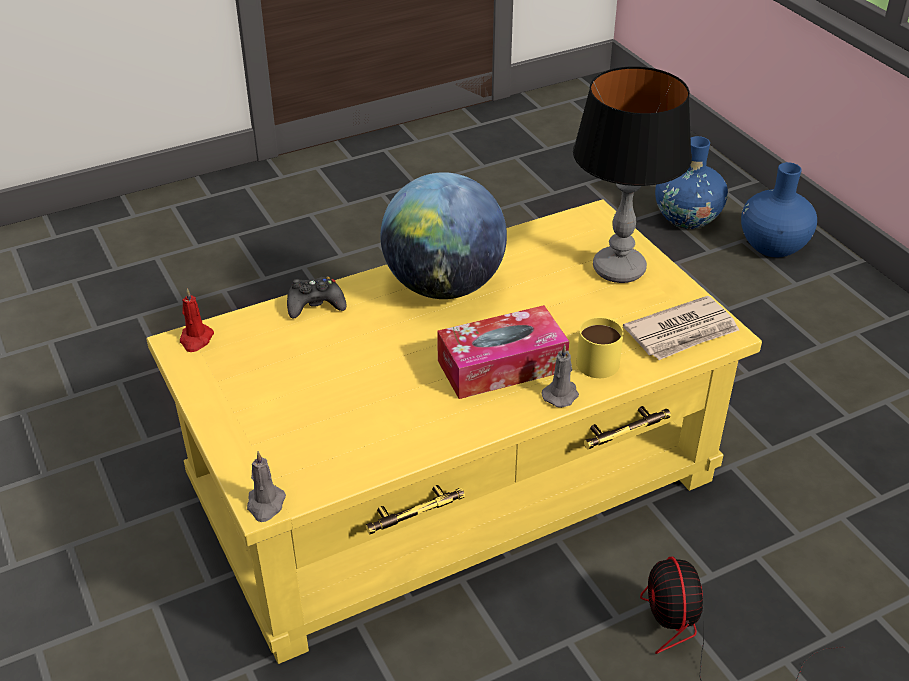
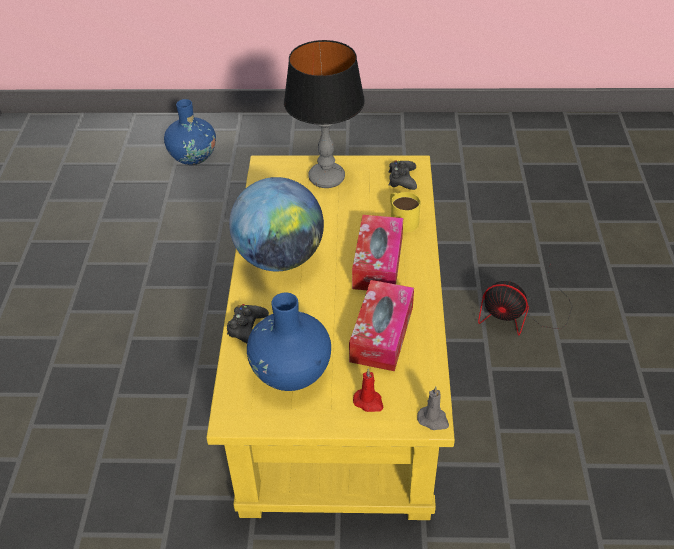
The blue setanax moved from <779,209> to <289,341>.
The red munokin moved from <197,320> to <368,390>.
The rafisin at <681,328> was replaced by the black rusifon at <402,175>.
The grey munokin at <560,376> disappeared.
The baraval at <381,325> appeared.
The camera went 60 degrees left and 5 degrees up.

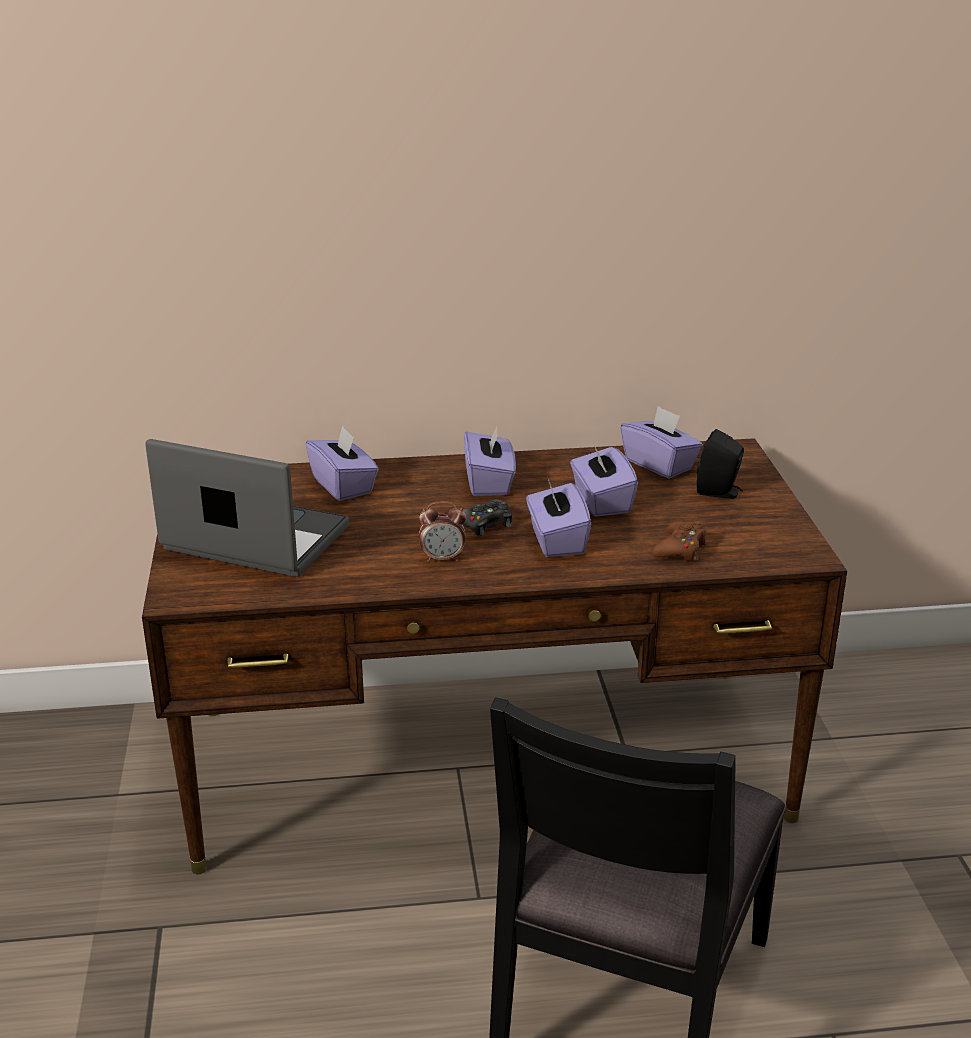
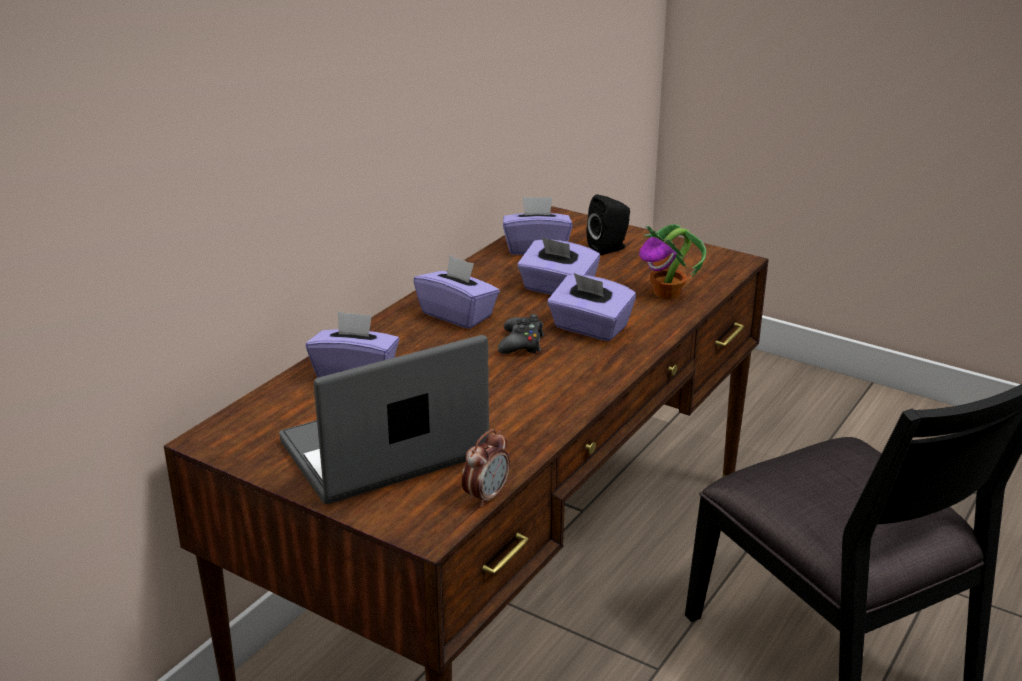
The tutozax moved from <442,531> to <485,468>.
The brown rusifon at <679,541> was replaced by the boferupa at <672,261>.
The camera went 50 degrees left and 0 degrees up.

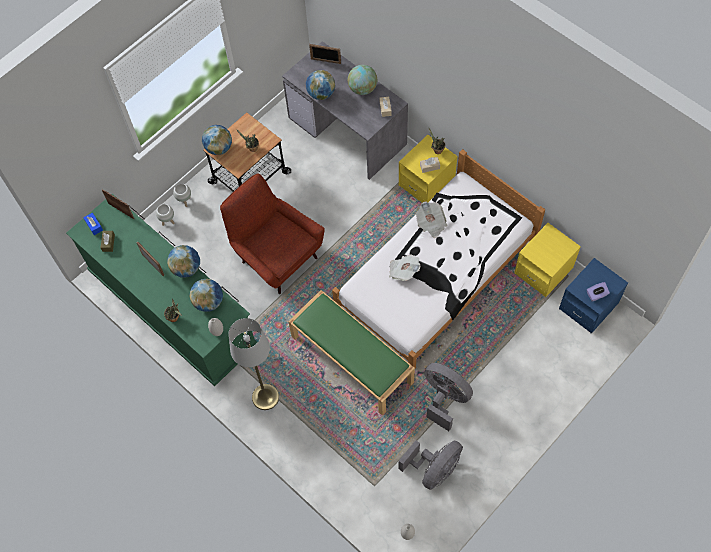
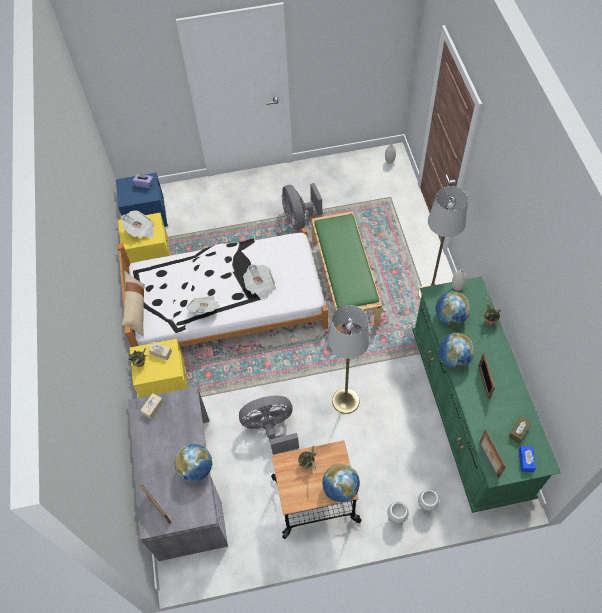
The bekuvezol at <362,80> disappeared.
The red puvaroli at <272,233> was replaced by the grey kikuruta at <349,359>.
The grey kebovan moved from <430,465> to <269,425>.
The rafisin at <137,224> appeared.
The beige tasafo at <133,303> appeared.
The camera went 145 degrees left and 5 degrees down.

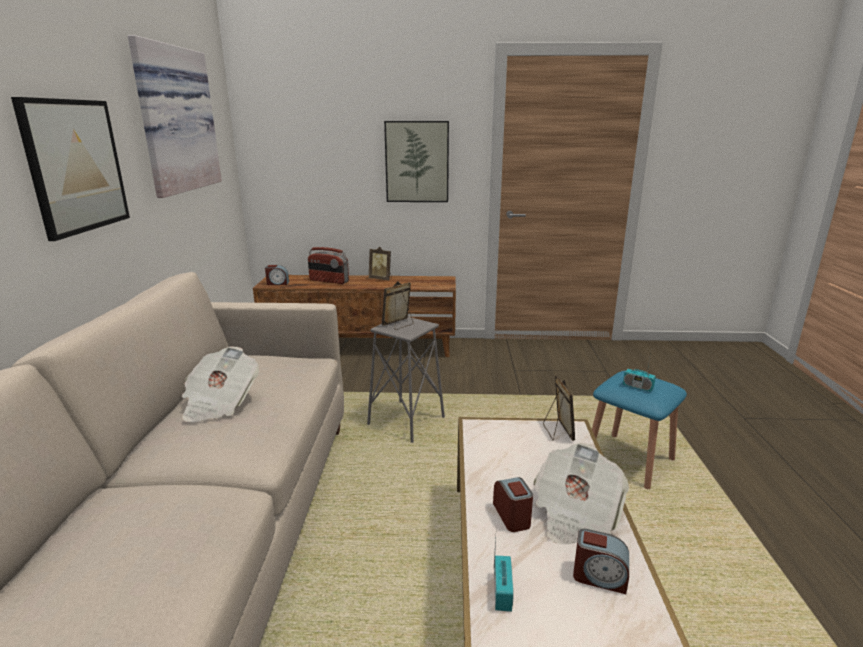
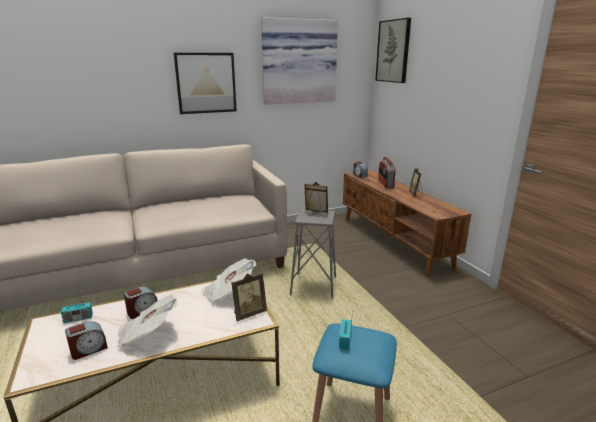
The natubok moved from <416,161> to <393,50>.
The rafisin moved from <220,384> to <228,280>.
The tutozax at <601,561> turned 120 degrees counterclockwise.
The camera went 65 degrees right and 0 degrees up.

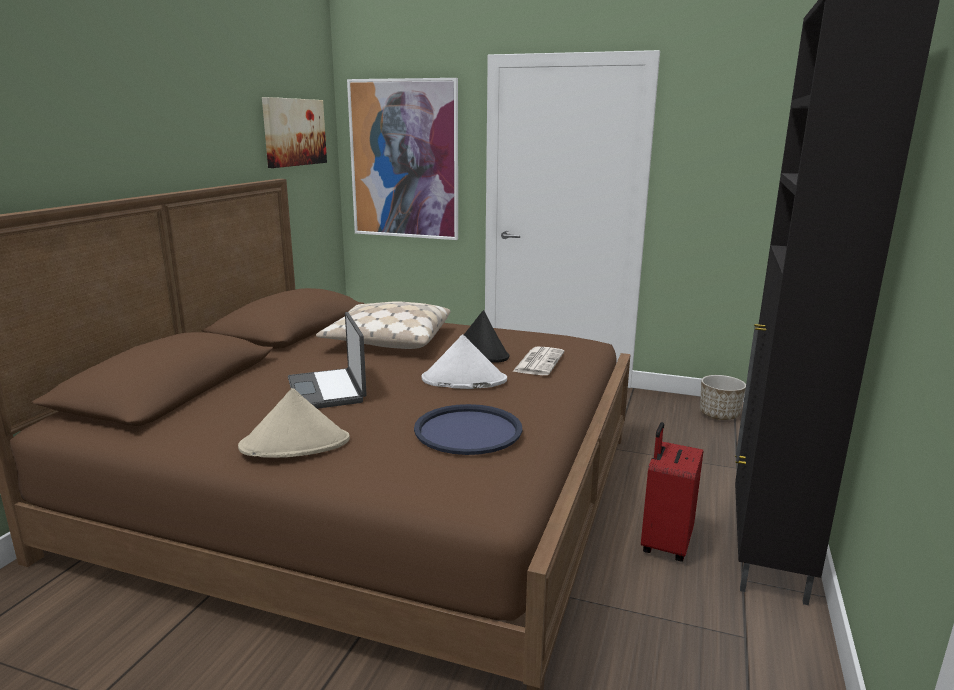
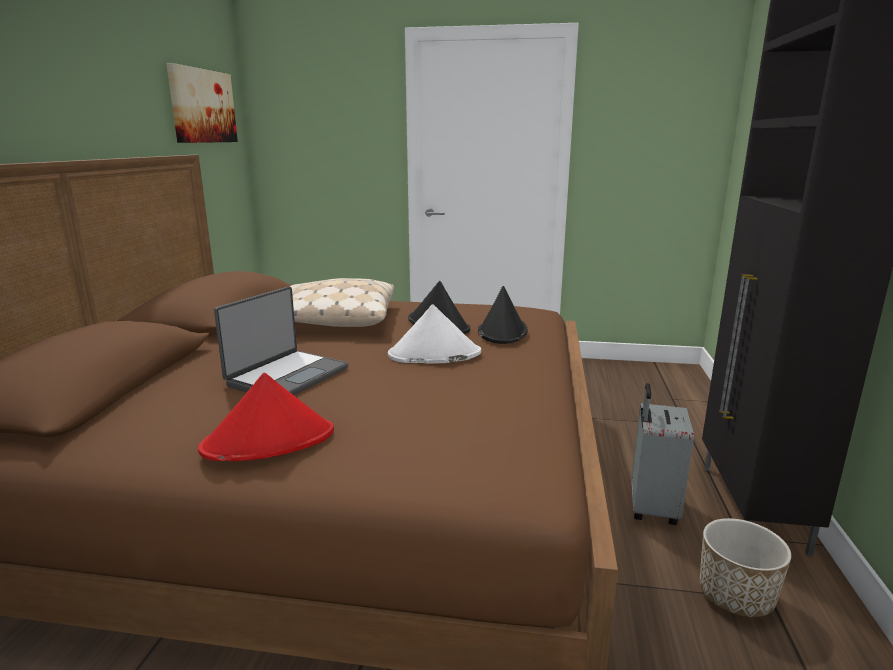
The natubok at <402,159> disappeared.
The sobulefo at <327,360> turned 120 degrees counterclockwise.
The rafisin at <538,361> was replaced by the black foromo at <503,315>.
The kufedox moved from <723,397> to <745,567>.
The beige foromo at <294,423> became the red foromo at <266,417>.
The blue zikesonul at <468,429> disappeared.
The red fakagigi at <672,492> became the grey fakagigi at <663,454>.
The camera went 10 degrees left and 0 degrees up.

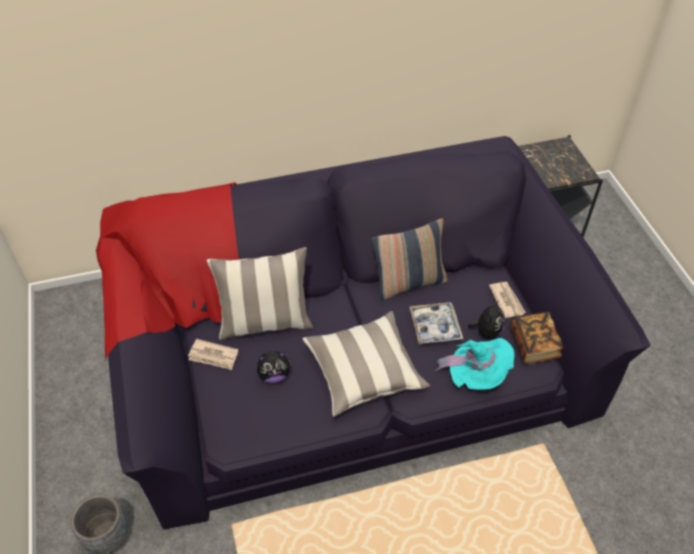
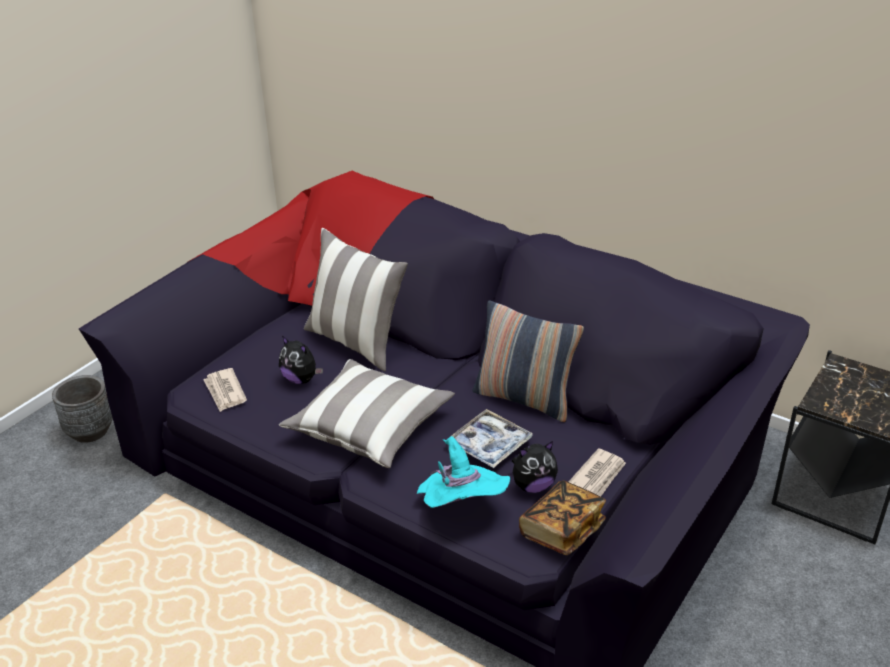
The rafisin moved from <213,354> to <225,390>.
The camera went 50 degrees right and 15 degrees down.

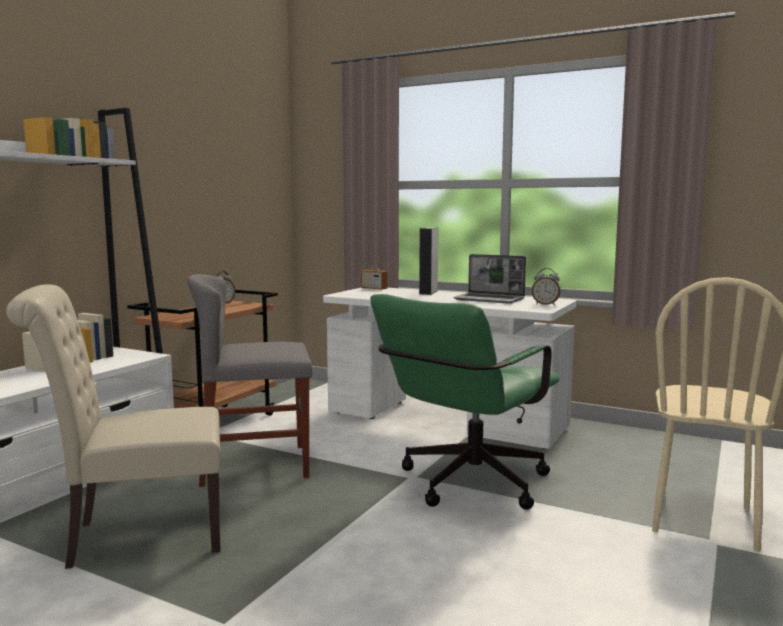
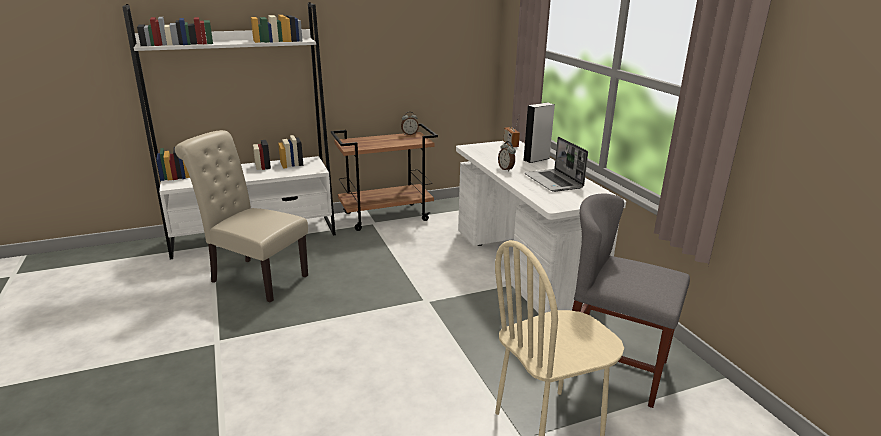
The tutozax moved from <546,286> to <507,156>.
The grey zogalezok moved from <250,380> to <631,300>.
The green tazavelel at <465,402> disappeared.
The camera went 40 degrees right and 15 degrees up.

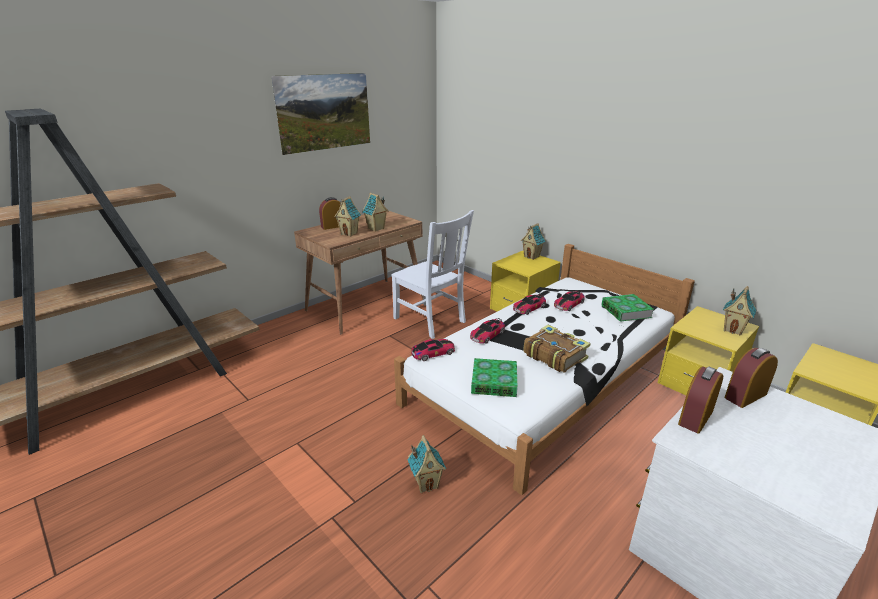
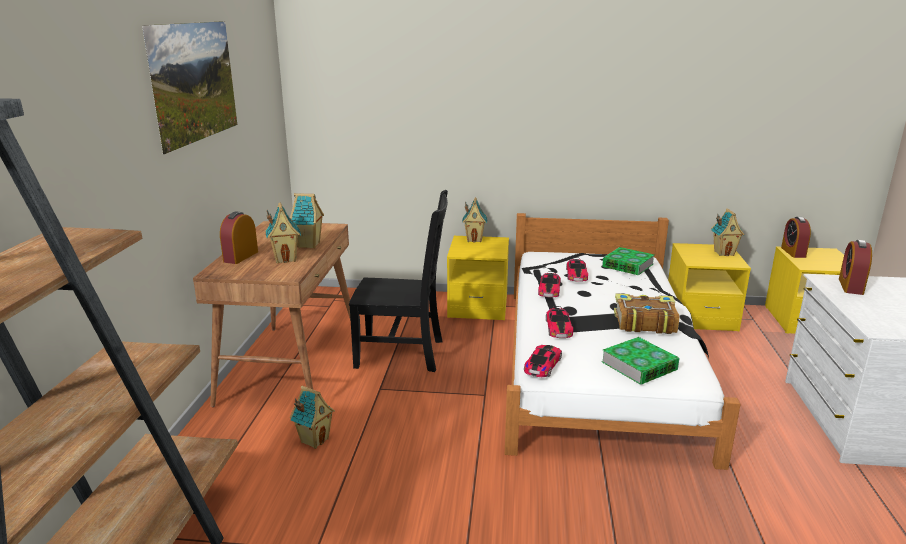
The white zogalezok at <432,274> became the black zogalezok at <398,281>.
The tutozax moved from <700,400> to <796,237>.
The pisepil moved from <426,464> to <312,417>.
The camera went 40 degrees left and 5 degrees down.

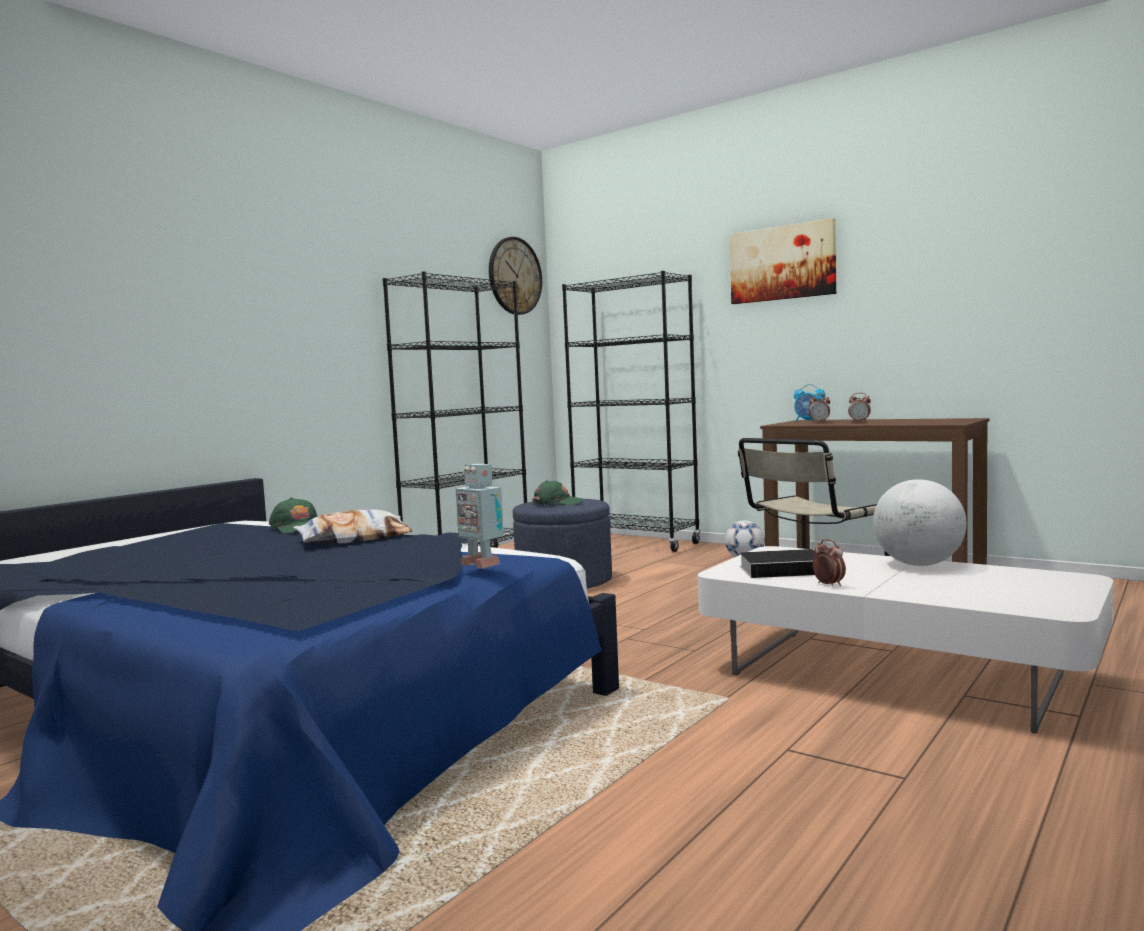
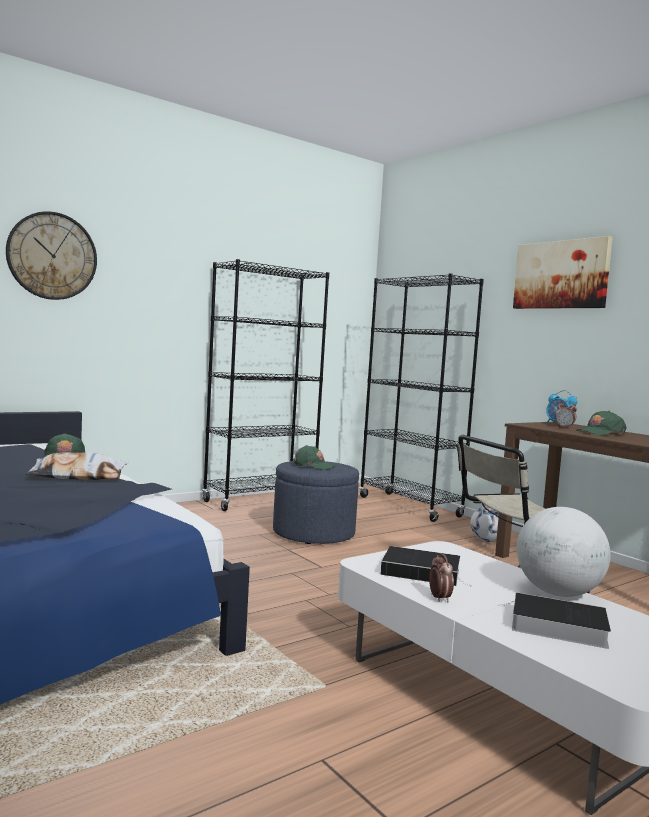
The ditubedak moved from <515,276> to <51,255>.
The tutozax at <859,407> was replaced by the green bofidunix at <601,423>.
The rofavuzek at <480,516> disappeared.
The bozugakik at <554,620> appeared.
The camera went 15 degrees right and 0 degrees up.

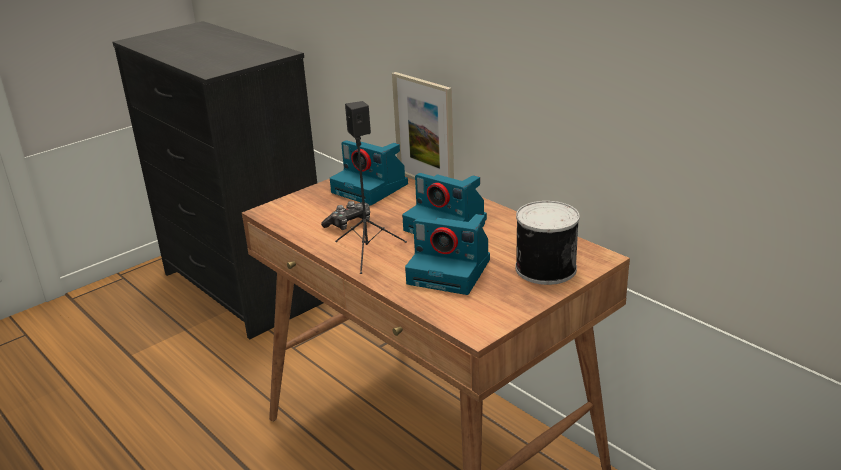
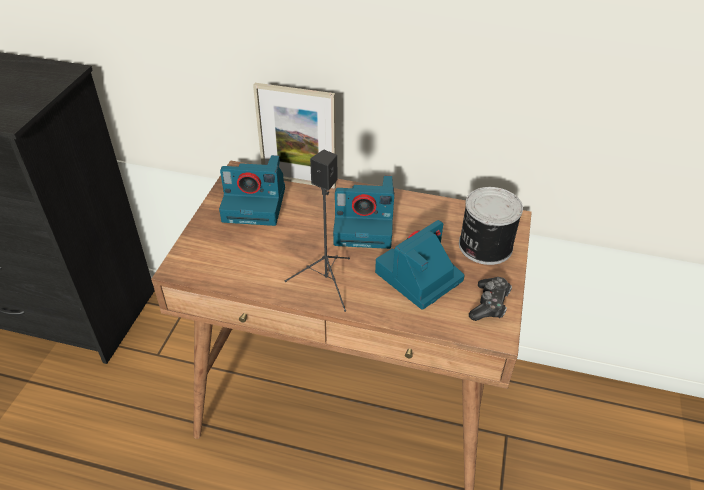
The rusifon moved from <345,215> to <490,299>.
The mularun at <447,254> turned 150 degrees clockwise.
The camera went 35 degrees left and 15 degrees up.

